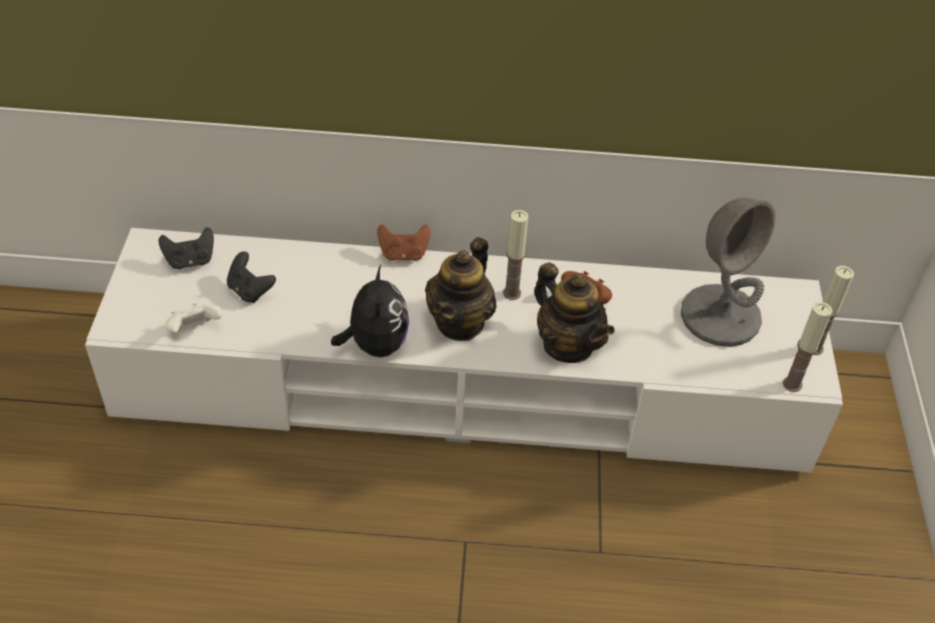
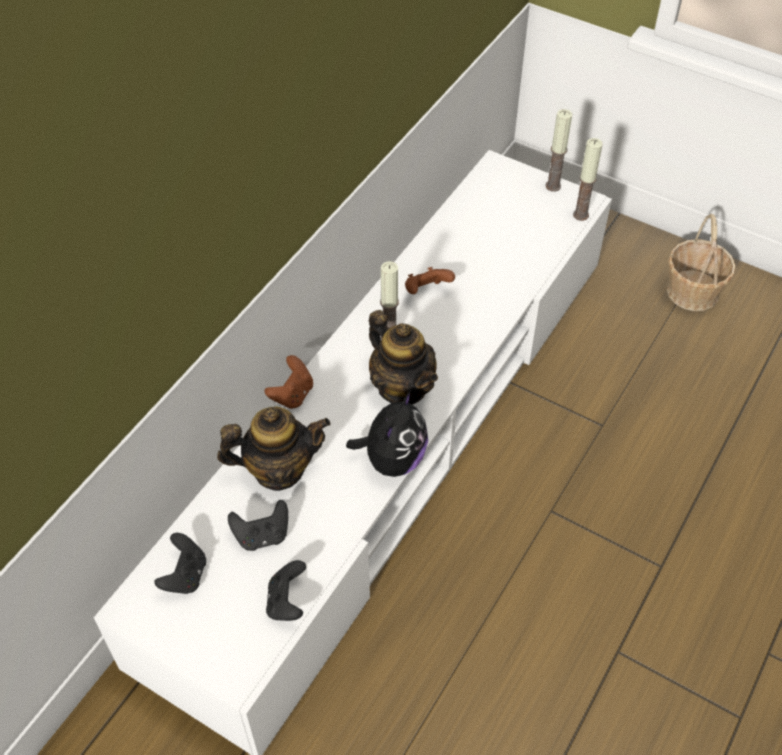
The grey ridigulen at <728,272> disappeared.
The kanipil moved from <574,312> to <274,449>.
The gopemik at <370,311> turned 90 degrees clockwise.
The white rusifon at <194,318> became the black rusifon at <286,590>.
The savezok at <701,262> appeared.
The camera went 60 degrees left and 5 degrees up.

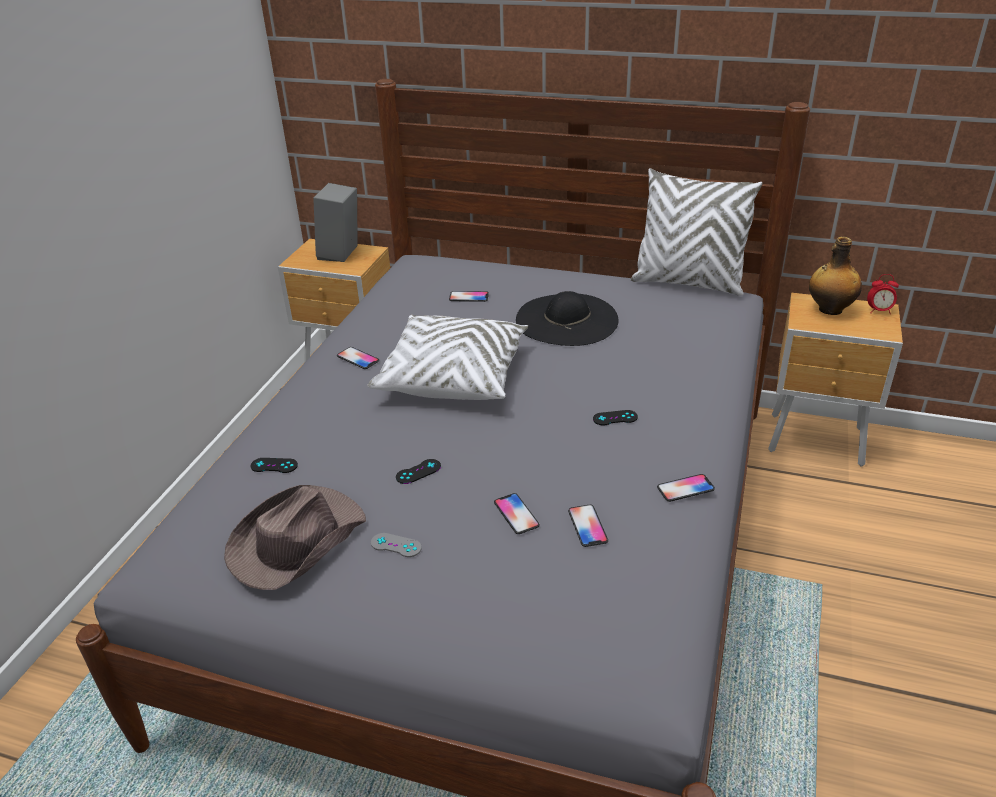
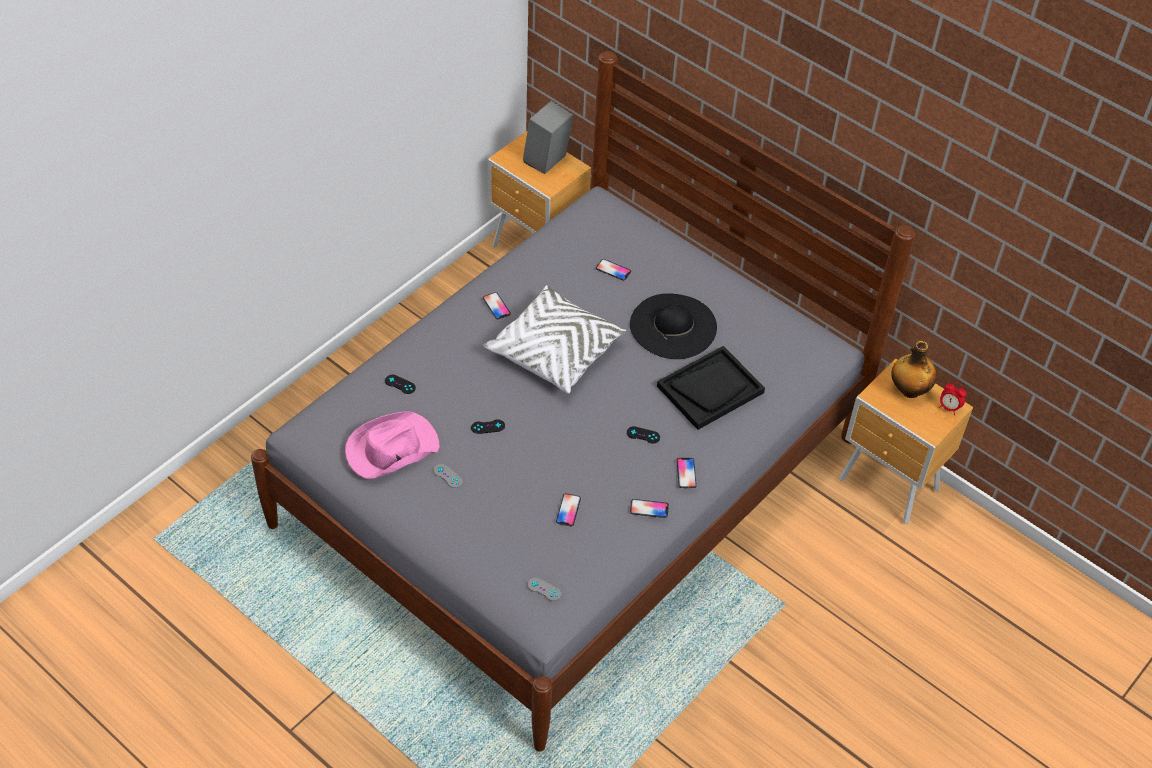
The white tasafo at <697,232> disappeared.
The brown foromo at <295,537> became the pink foromo at <392,445>.
The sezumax moved from <517,513> to <687,473>.
The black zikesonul at <711,388> appeared.
The grey rusifon at <544,589> appeared.
The camera went 20 degrees right and 15 degrees up.

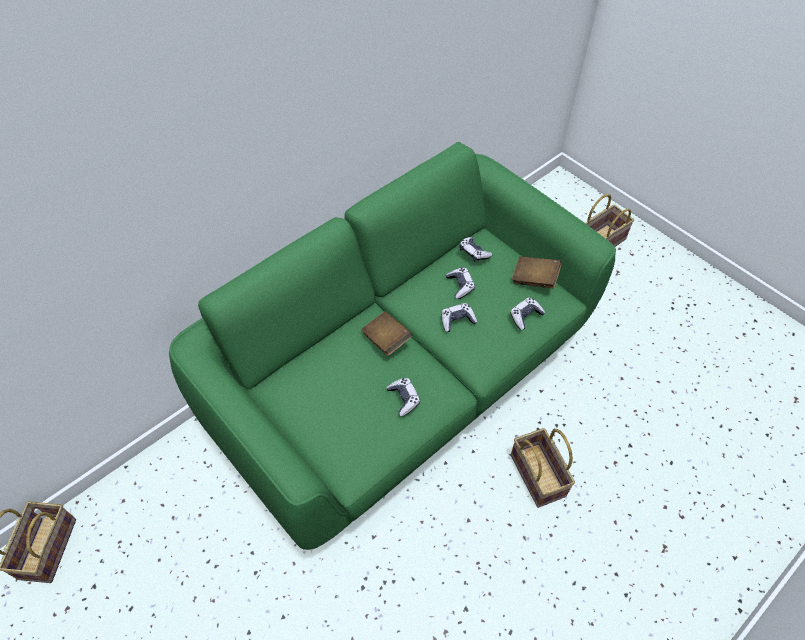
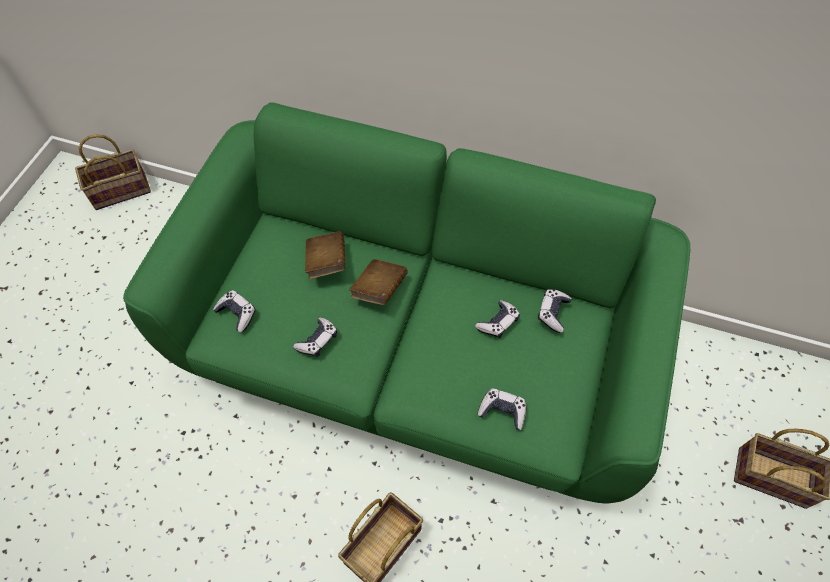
The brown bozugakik moved from <536,272> to <325,255>.
The rusifon moved from <459,317> to <234,311>.
The camera went 60 degrees right and 5 degrees up.

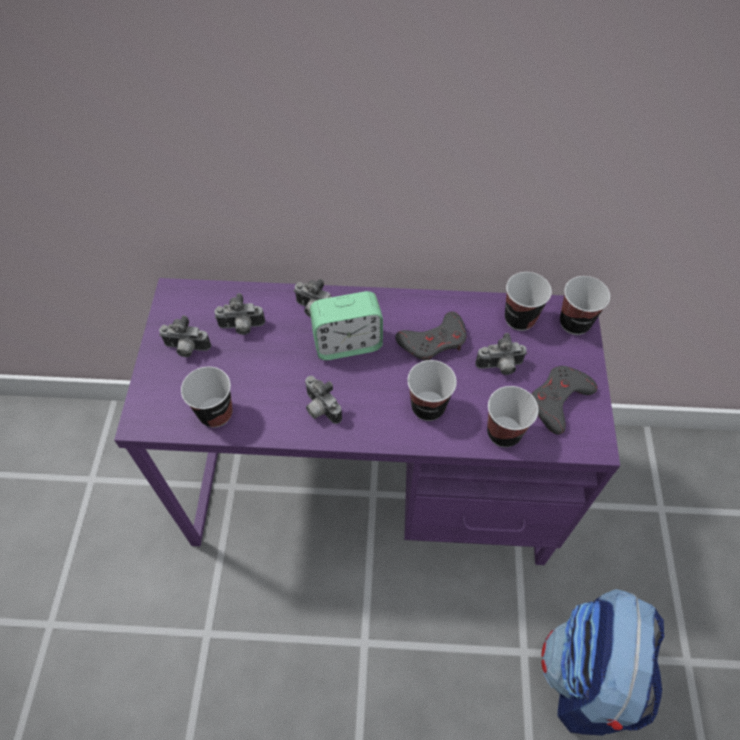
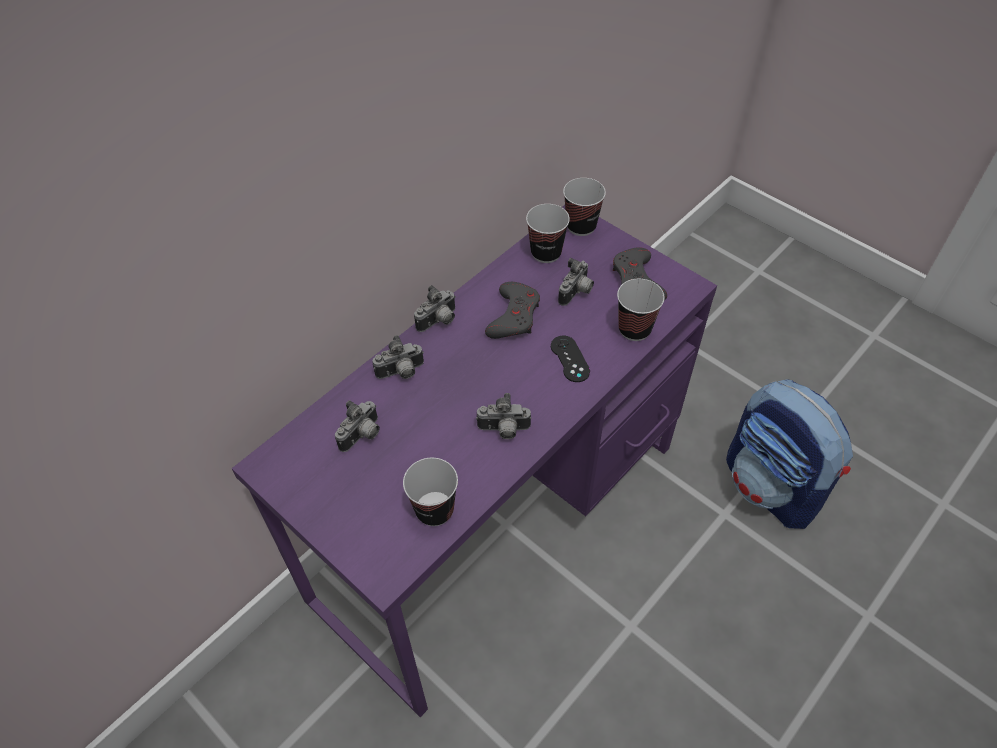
The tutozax at <346,325> disappeared.
The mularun moved from <185,336> to <435,308>.
The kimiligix at <432,390> was replaced by the black rusifon at <570,359>.
The camera went 50 degrees left and 5 degrees down.

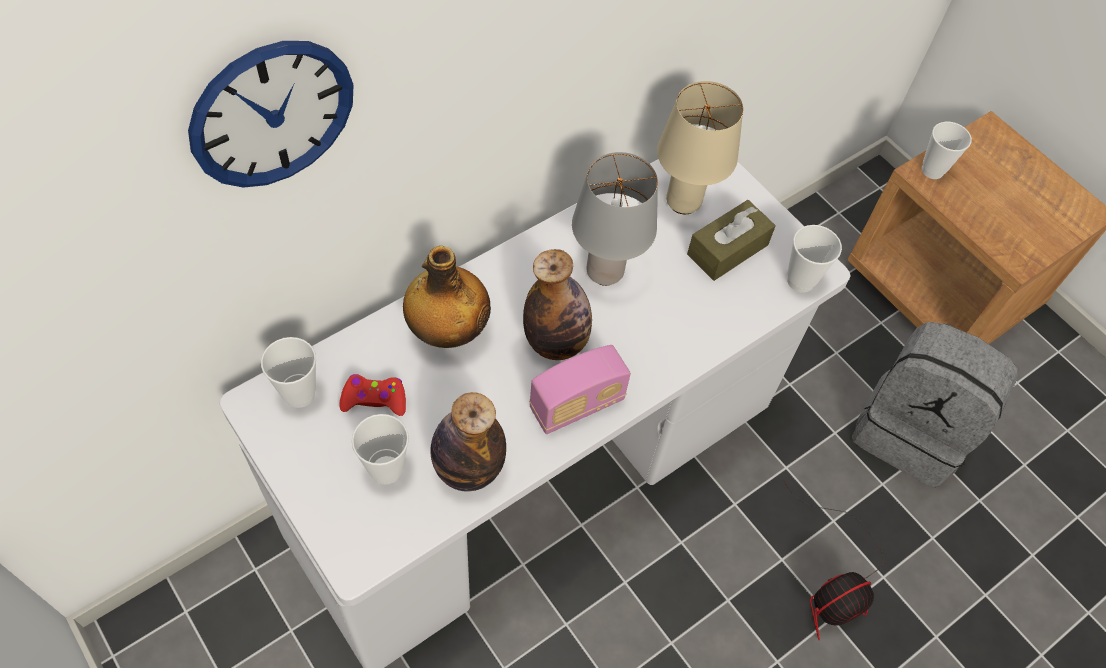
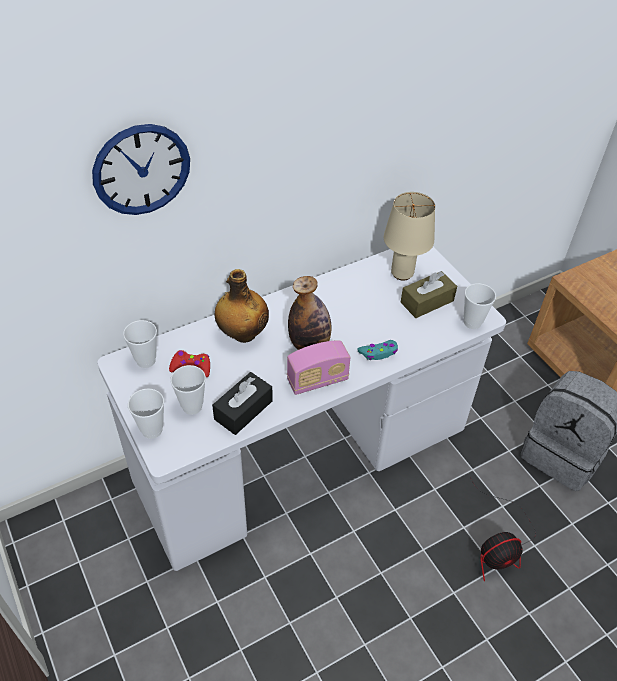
The kimiligix moved from <947,150> to <146,414>.
The grey ridigulen at <615,219> disappeared.
The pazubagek at <468,442> was replaced by the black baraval at <242,403>.
The turquoise rusifon at <377,350> appeared.
The camera went 10 degrees right and 10 degrees down.

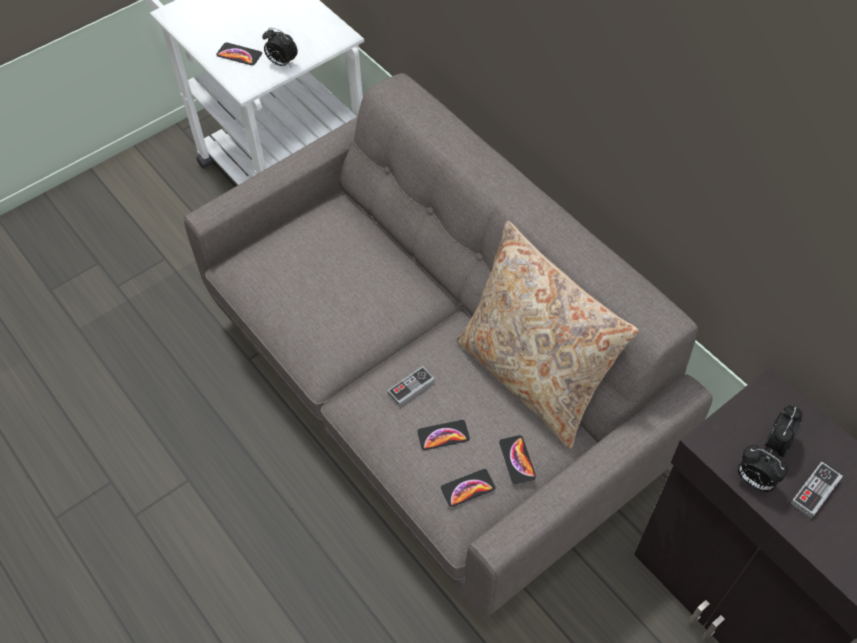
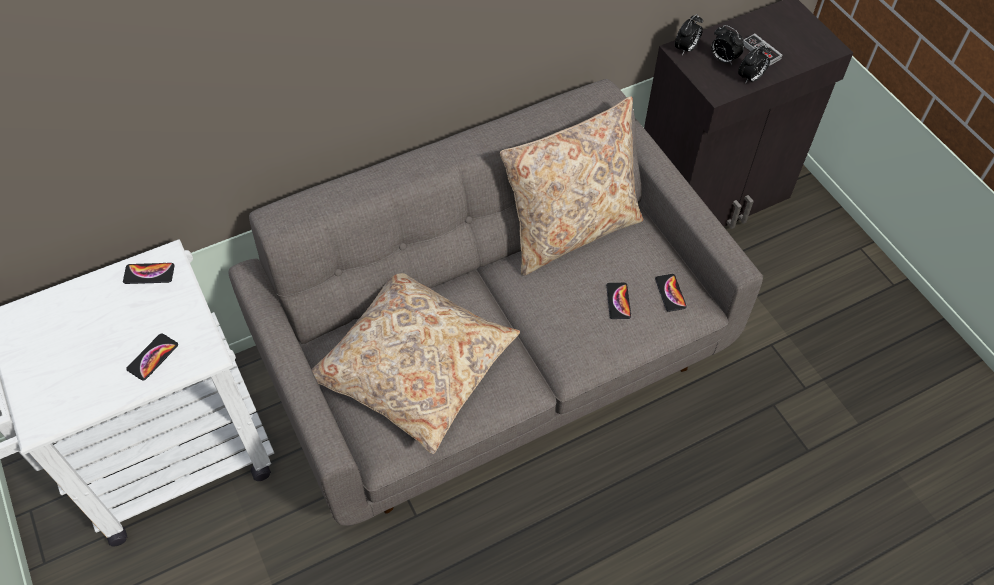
The tutozax moved from <280,47> to <689,34>.
The rusifon at <411,386> disappeared.
The sezumax moved from <517,459> to <149,273>.
The beige tasafo at <415,363> appeared.
The camera went 80 degrees left and 0 degrees up.

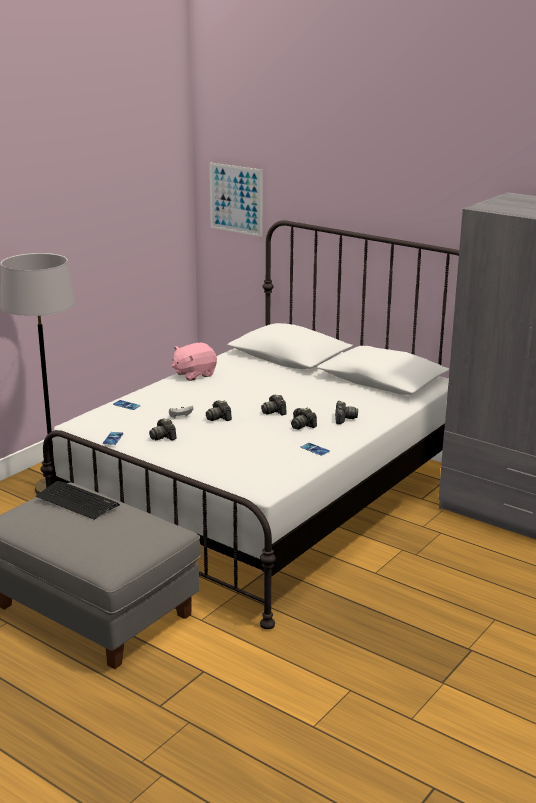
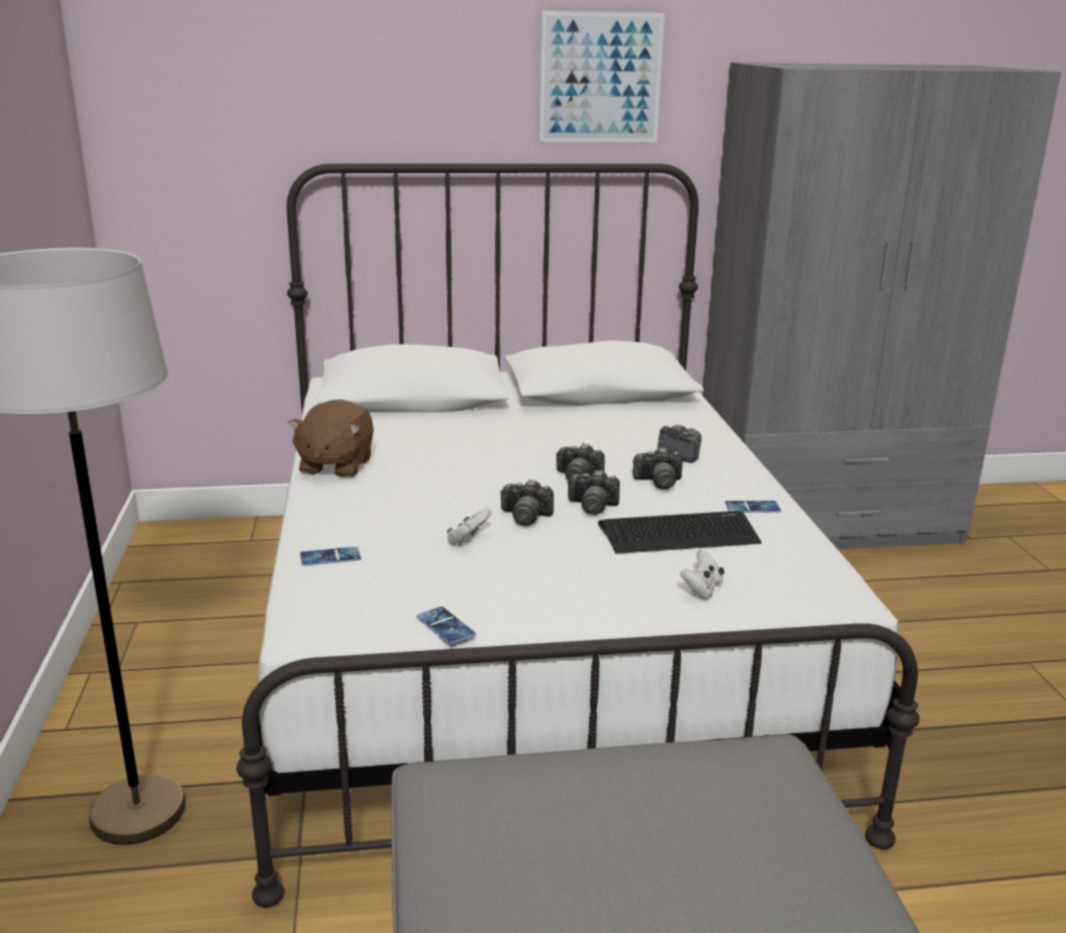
The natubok moved from <236,200> to <601,76>.
The pink gopemik at <194,362> became the brown gopemik at <331,438>.
The mularun moved from <163,429> to <593,492>.
The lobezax moved from <78,500> to <680,532>.
The white rusifon at <702,574> appeared.
The camera went 45 degrees left and 0 degrees up.

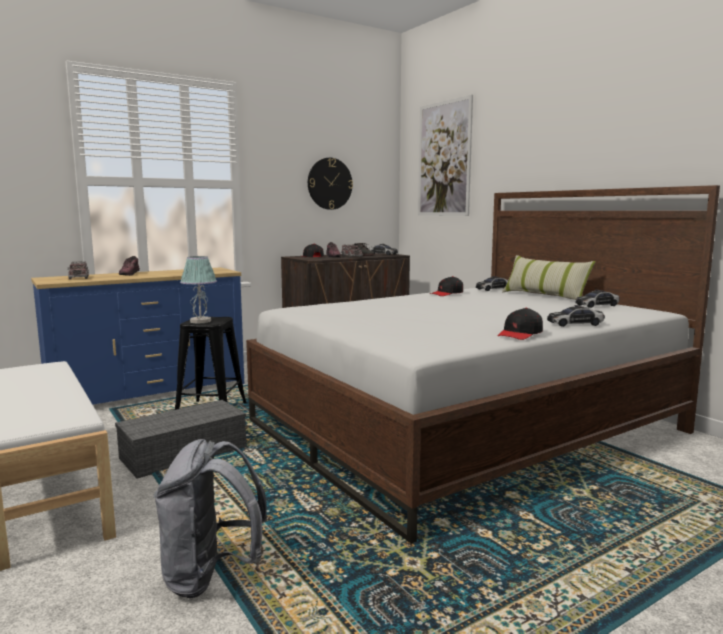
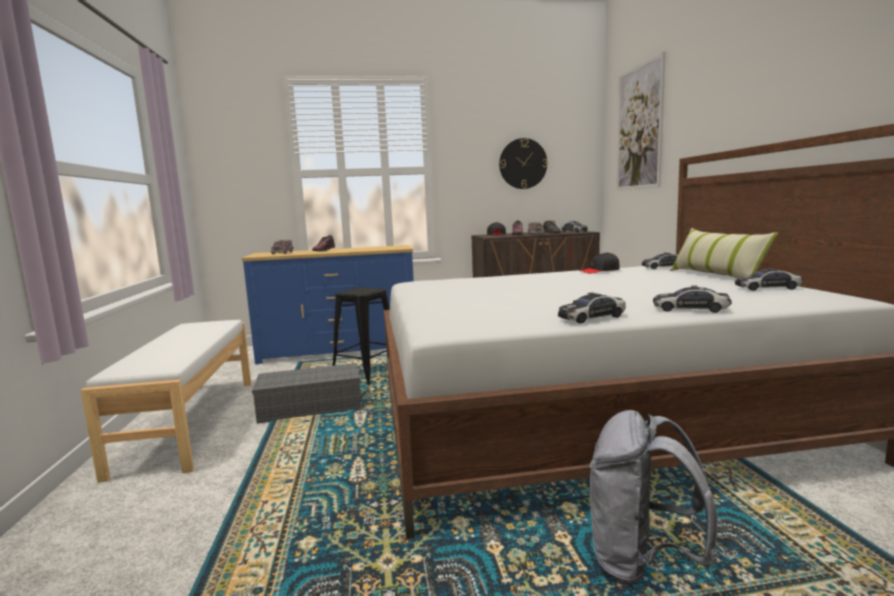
The ridigulen at <198,290> disappeared.
The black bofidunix at <520,324> was replaced by the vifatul at <592,308>.
The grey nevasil moved from <211,518> to <654,497>.
The camera went 25 degrees right and 0 degrees up.

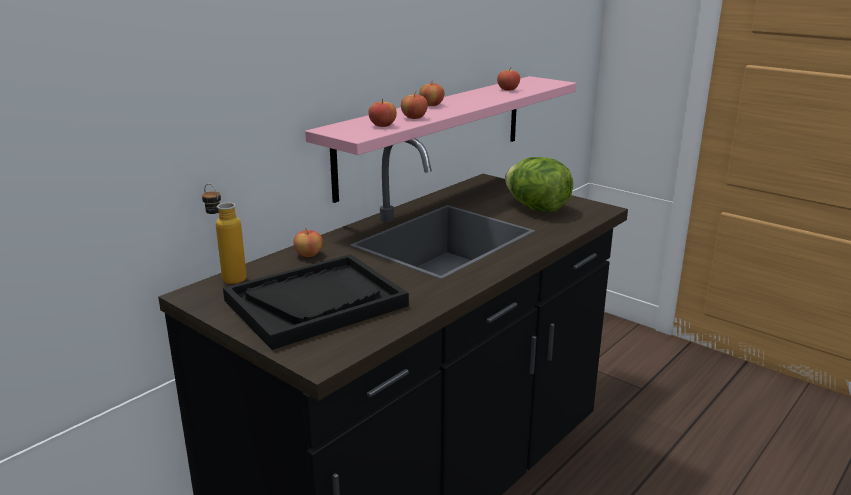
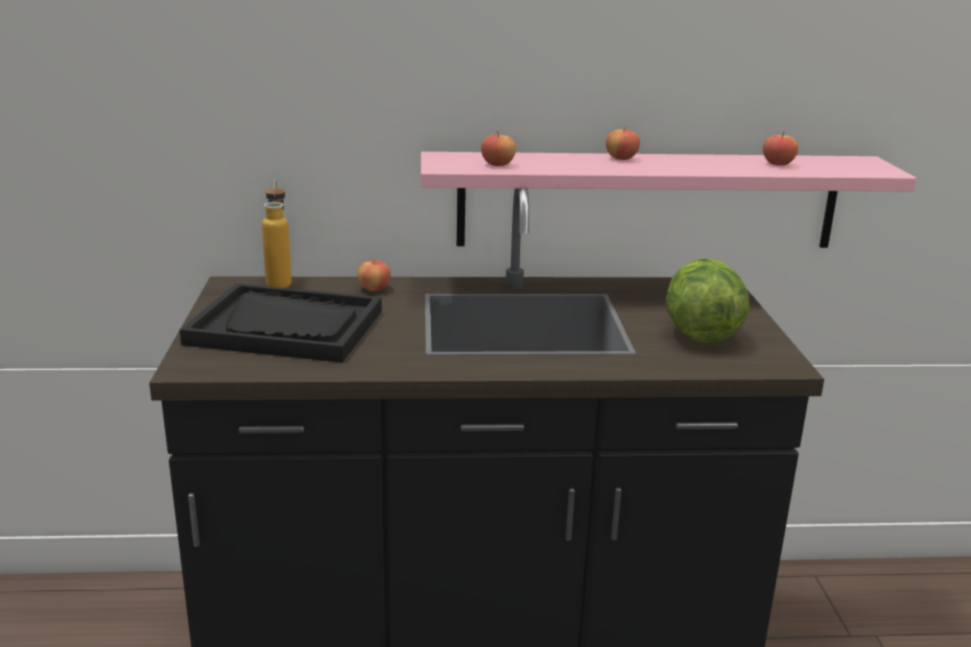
The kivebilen at <414,105> disappeared.
The camera went 45 degrees right and 0 degrees up.

